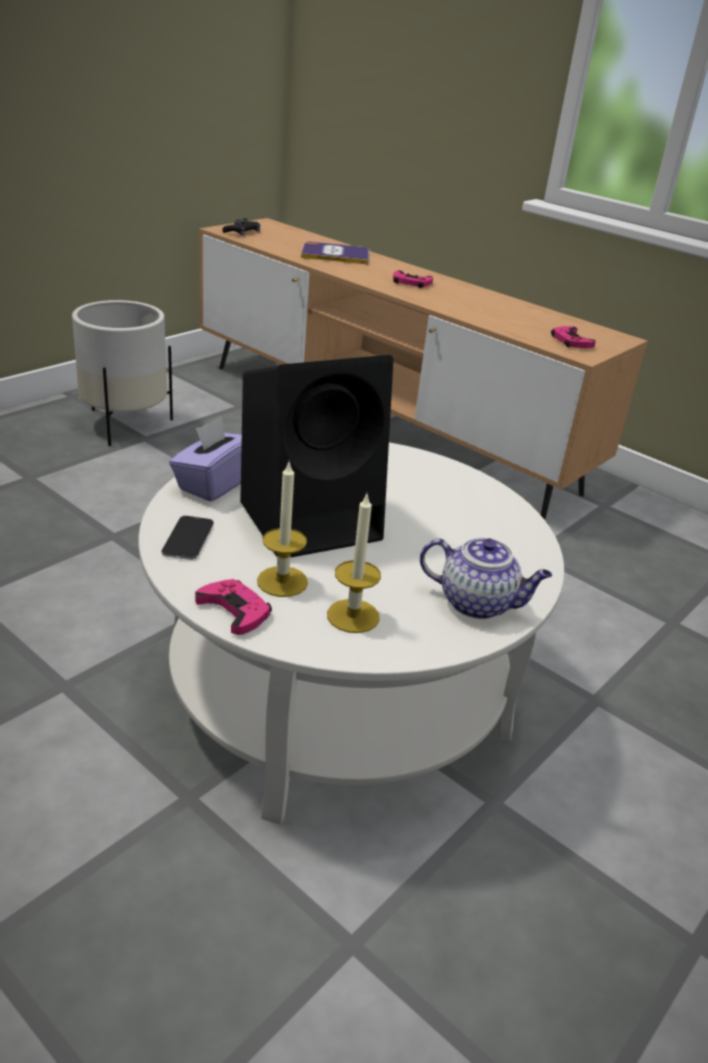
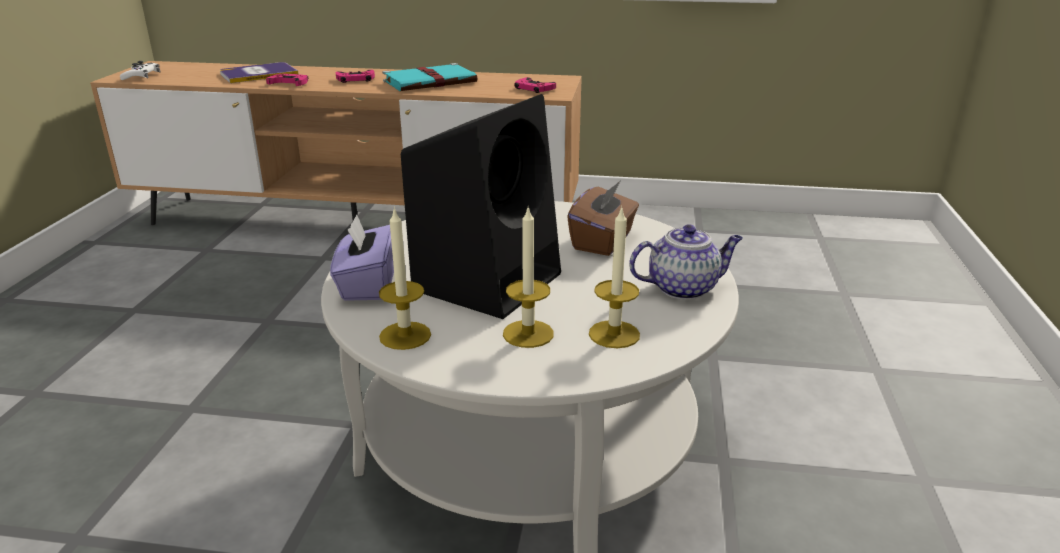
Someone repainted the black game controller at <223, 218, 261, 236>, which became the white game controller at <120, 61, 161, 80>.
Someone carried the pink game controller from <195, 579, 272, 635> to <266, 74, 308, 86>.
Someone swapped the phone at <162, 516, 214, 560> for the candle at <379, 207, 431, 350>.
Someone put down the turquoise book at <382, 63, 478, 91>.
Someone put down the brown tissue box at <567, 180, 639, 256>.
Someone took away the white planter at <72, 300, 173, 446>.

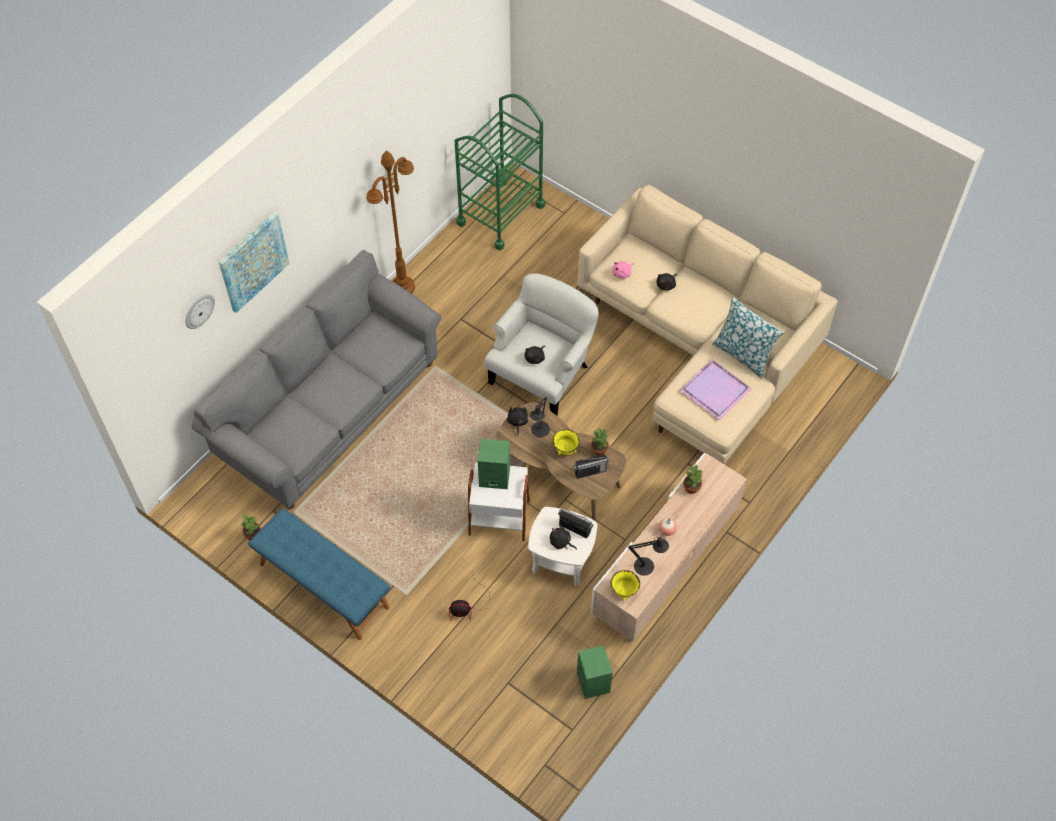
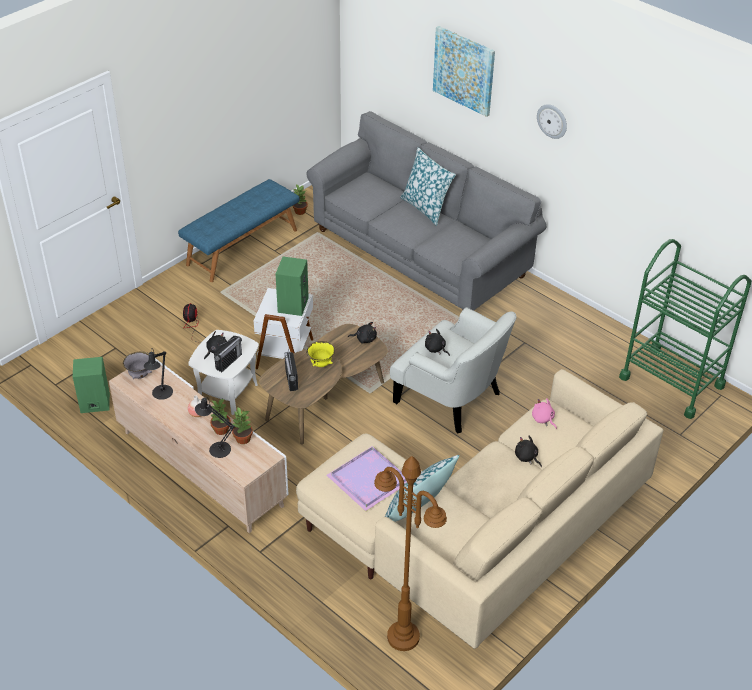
Someone repainted the yellow bowl at <610, 570, 640, 601>, which became the grey bowl at <123, 351, 152, 379>.
Someone carried the black table lamp from <530, 397, 550, 437> to <195, 397, 235, 458>.
Someone carried the potted plant from <591, 427, 609, 456> to <210, 399, 231, 435>.
Someone carried the brown floor lamp from <366, 150, 415, 294> to <374, 456, 447, 651>.
Someone put down the pillow at <400, 147, 456, 226>.
Someone carried the wall clock from <185, 294, 215, 329> to <537, 104, 567, 139>.

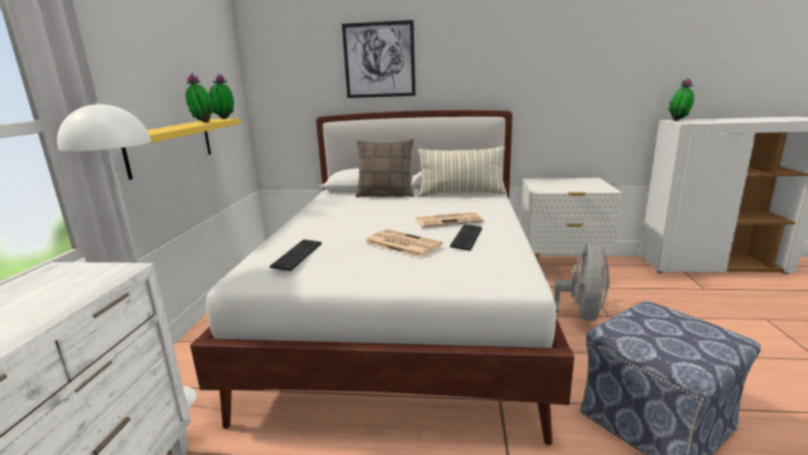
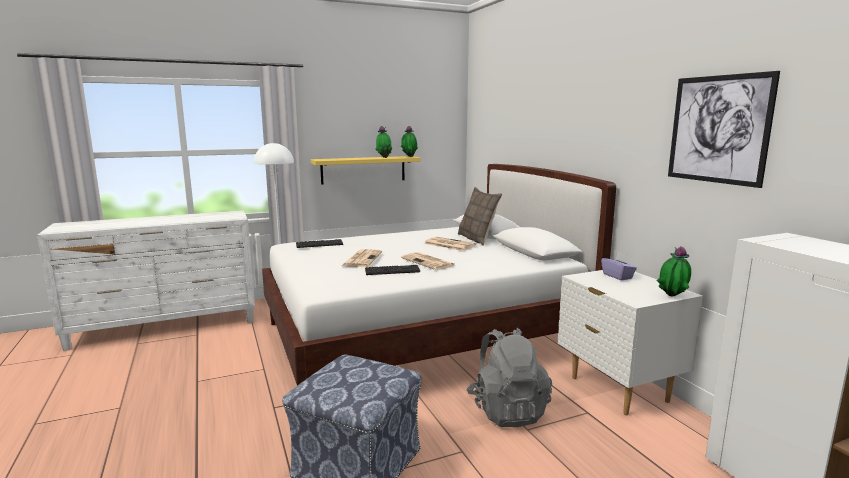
Someone put down the newspaper at <424, 237, 476, 251>.
Someone swapped the grey fan at <543, 243, 610, 321> for the grey backpack at <466, 328, 552, 427>.
Someone put down the purple tissue box at <601, 252, 637, 280>.
Someone carried the potted plant from <668, 78, 694, 121> to <657, 246, 691, 297>.
Someone carried the picture from <342, 20, 416, 98> to <668, 71, 780, 188>.
Someone took away the pillow at <418, 146, 507, 197>.

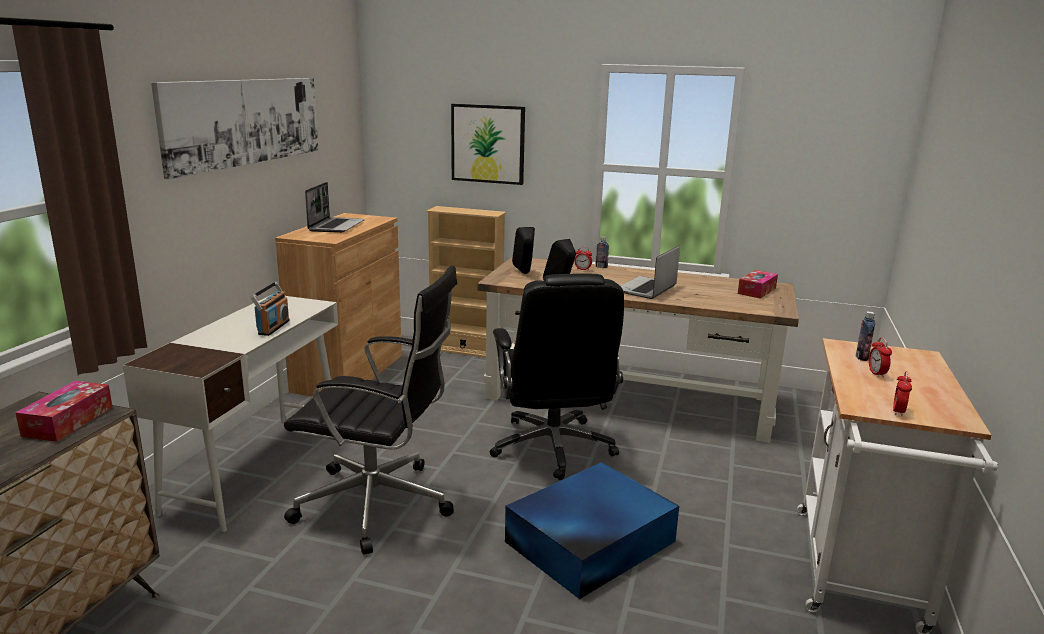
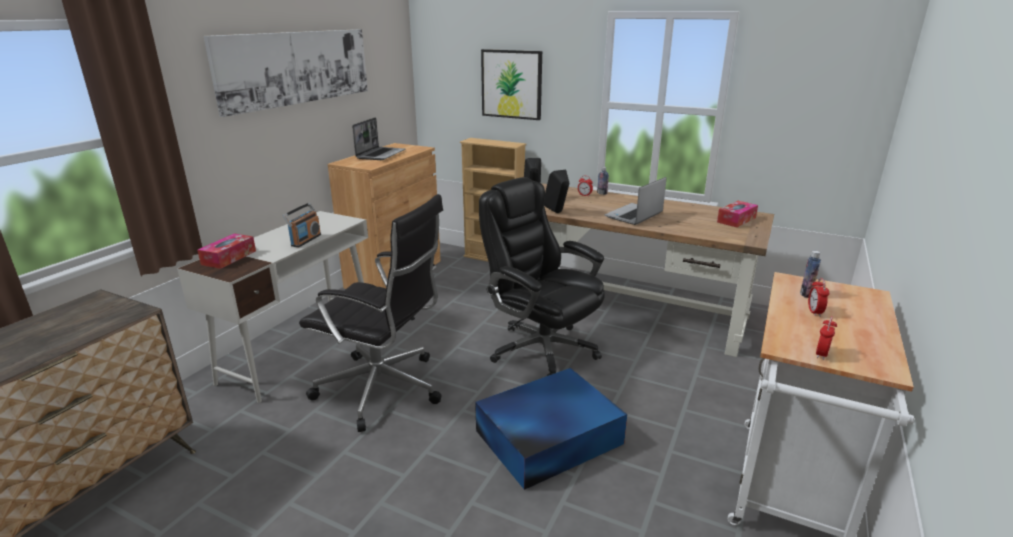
Someone carried the tissue box from <15, 381, 113, 442> to <197, 234, 256, 269>.
Someone rotated the black office chair at <490, 274, 624, 480> by 135 degrees clockwise.

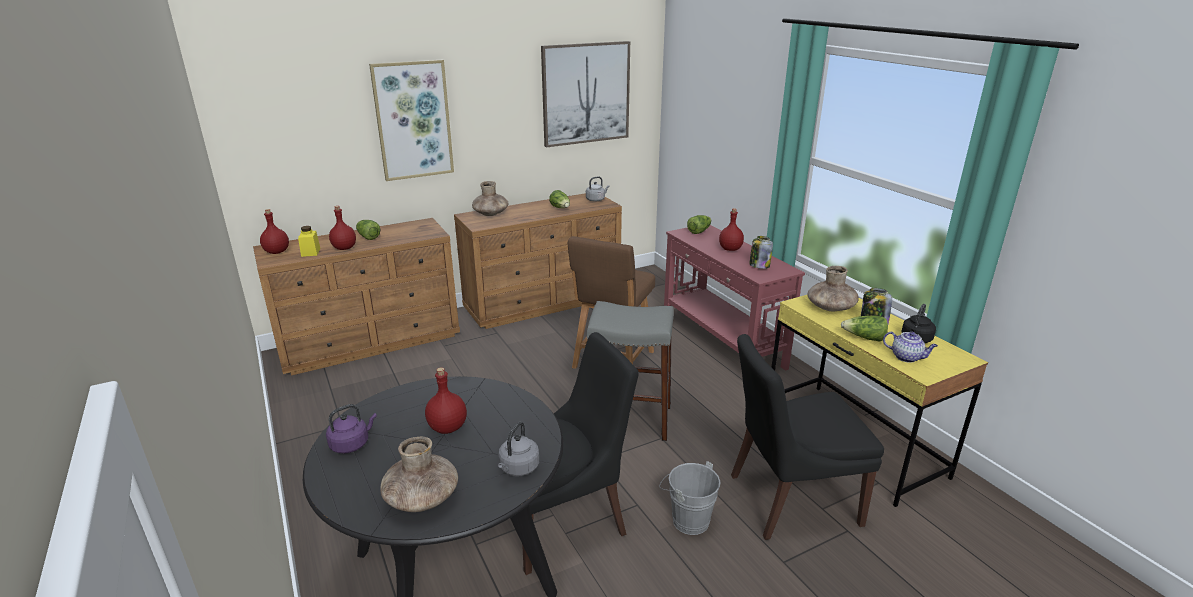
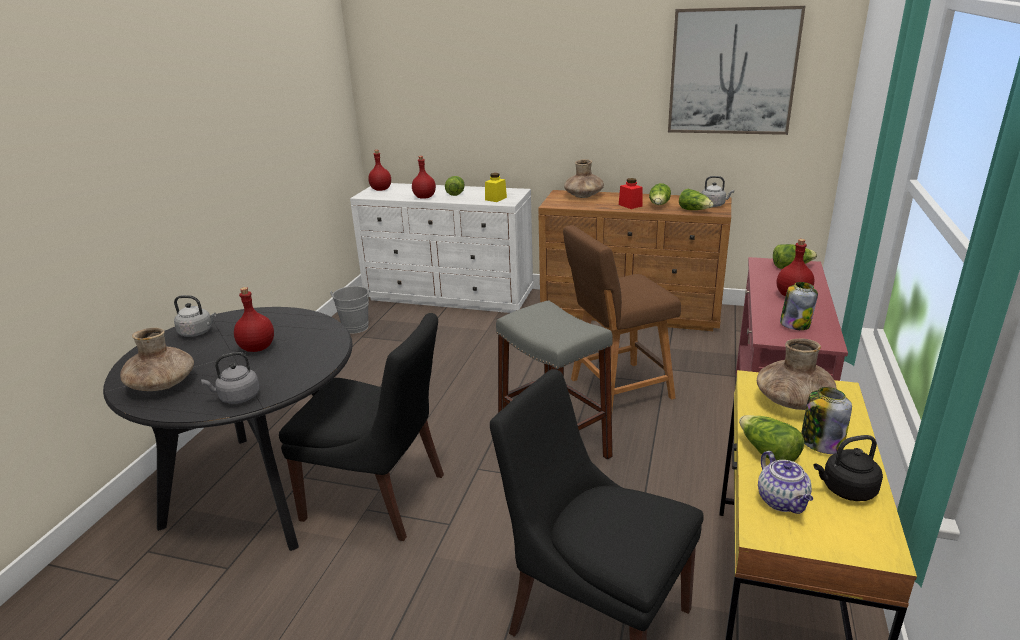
Someone repainted the purple kettle at <326, 404, 377, 453>, which became the grey kettle at <174, 295, 216, 337>.
Someone carried the grey bucket from <659, 461, 720, 535> to <330, 286, 370, 334>.
Someone repainted the brown dresser at <253, 218, 460, 376>, which became the white dresser at <350, 183, 534, 313>.
Someone carried the yellow jar from <298, 226, 321, 257> to <485, 173, 507, 202>.
Someone put down the red jar at <619, 178, 643, 209>.
Someone put down the lettuce at <679, 189, 714, 210>.
Someone took away the picture at <369, 60, 454, 181>.

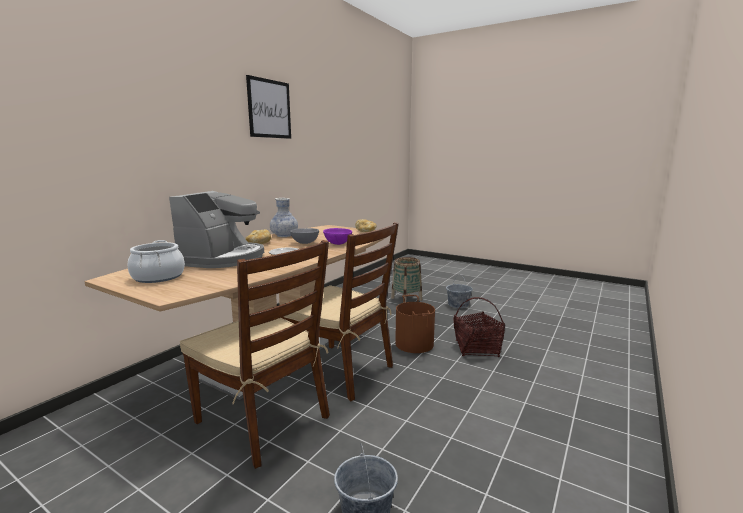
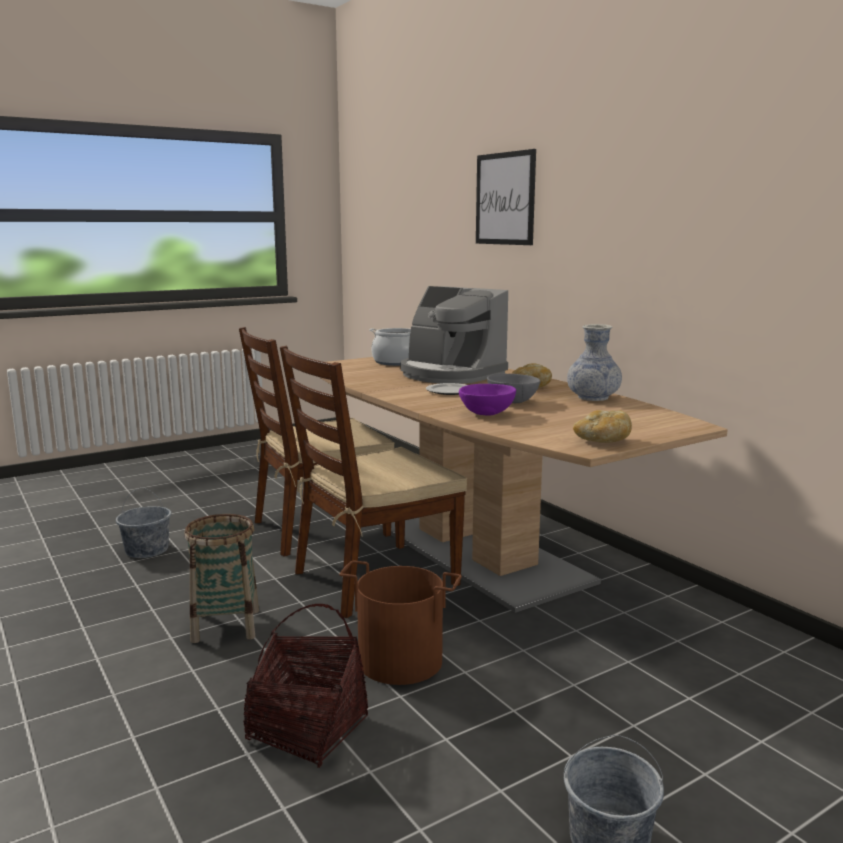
Someone carried the basket from <391, 257, 422, 303> to <184, 514, 259, 643>.
Someone carried the picture from <246, 75, 291, 139> to <476, 149, 536, 245>.

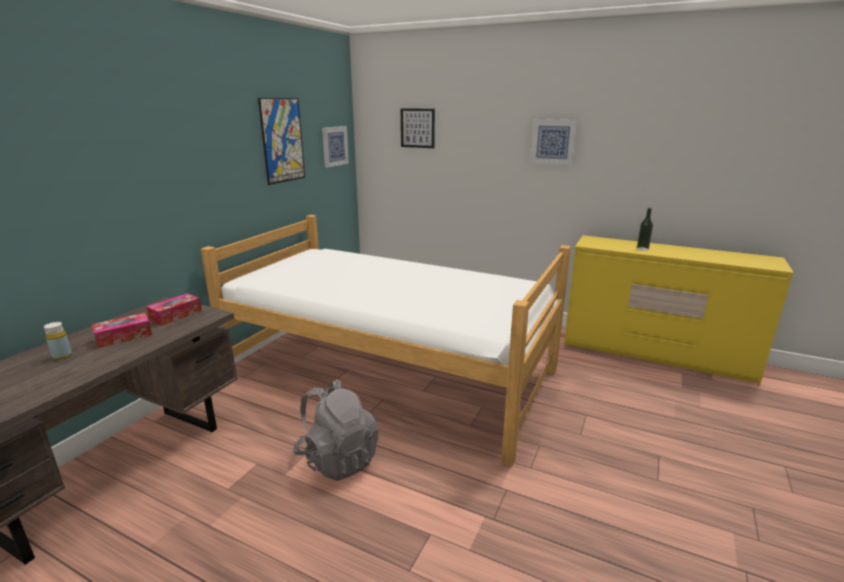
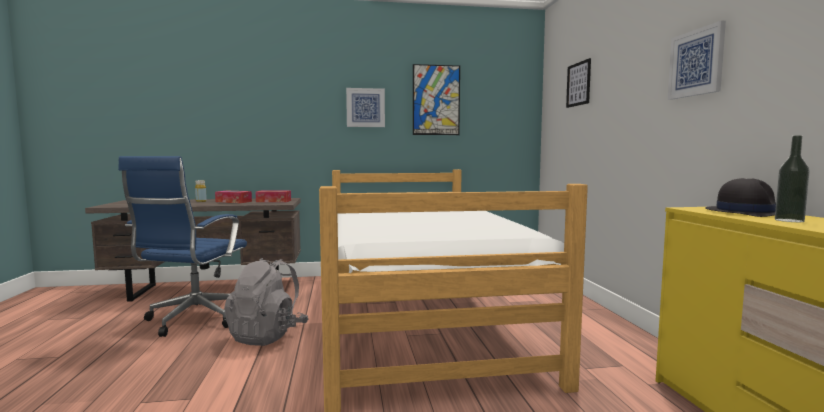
Someone put down the blue office chair at <118, 156, 247, 337>.
Someone carried the picture from <322, 126, 349, 168> to <346, 88, 385, 127>.
Someone put down the black hat at <705, 178, 776, 217>.

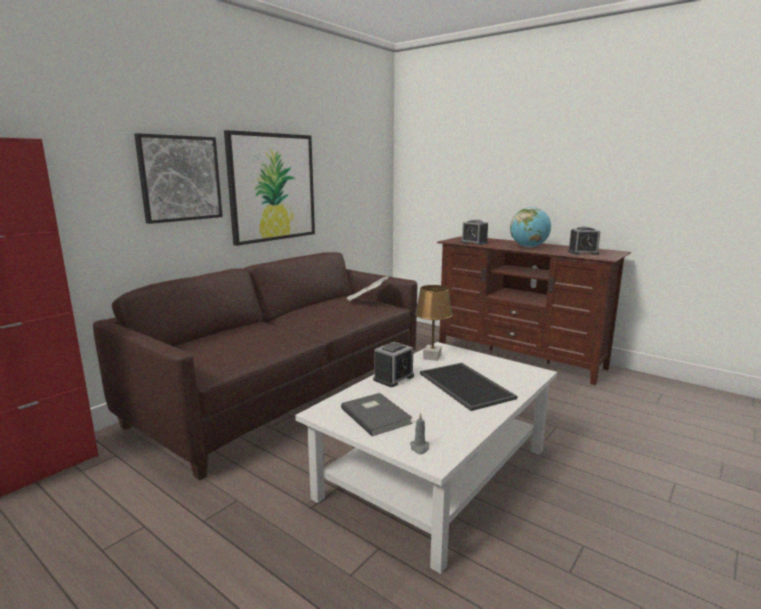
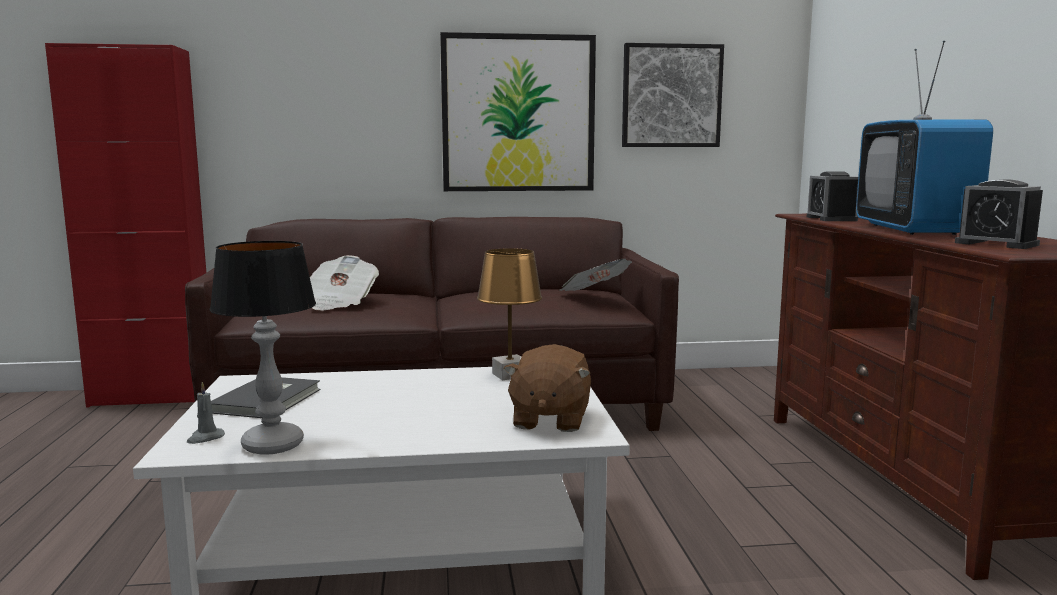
Someone put down the table lamp at <210, 241, 316, 455>.
Someone put down the newspaper at <310, 255, 379, 310>.
Someone put down the brown plush toy at <504, 344, 591, 432>.
Someone carried the picture from <134, 133, 223, 224> to <622, 43, 724, 147>.
Someone swapped the globe at <510, 207, 551, 247> for the television at <856, 40, 993, 235>.
Someone took away the alarm clock at <373, 342, 414, 387>.
Someone took away the tray at <420, 363, 517, 411>.

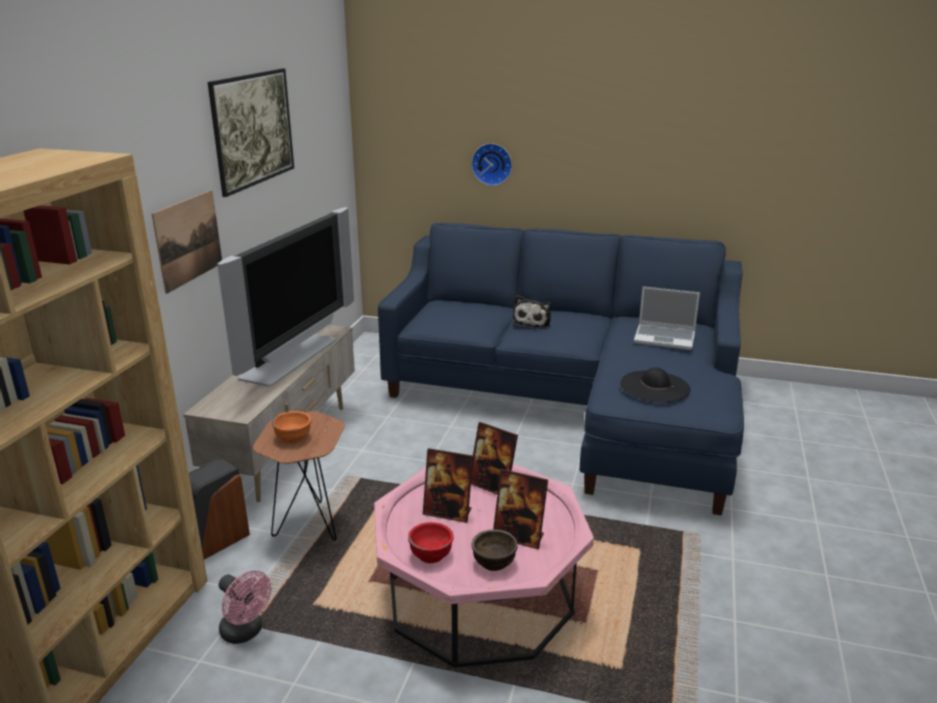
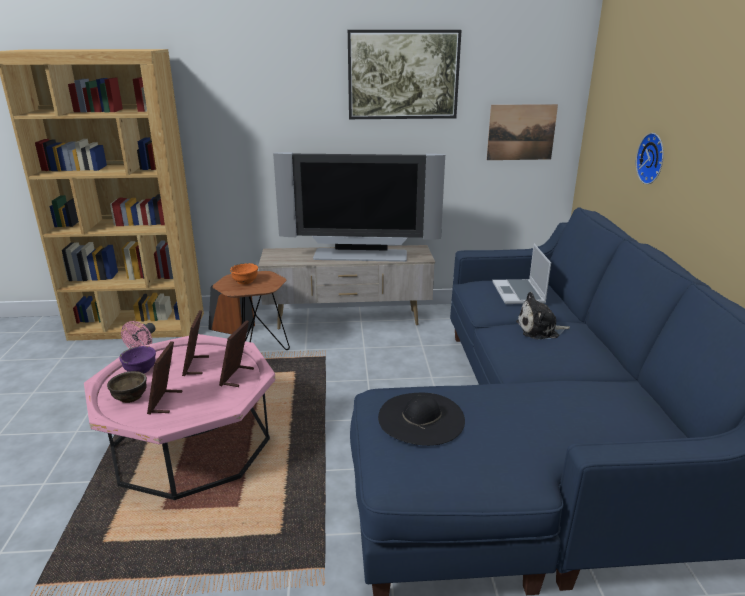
Someone repainted the red bowl at <408, 522, 454, 563>, which became the purple bowl at <119, 346, 156, 373>.
Someone carried the picture from <152, 190, 222, 294> to <487, 104, 558, 160>.
Someone carried the laptop from <634, 286, 700, 350> to <492, 244, 551, 304>.

